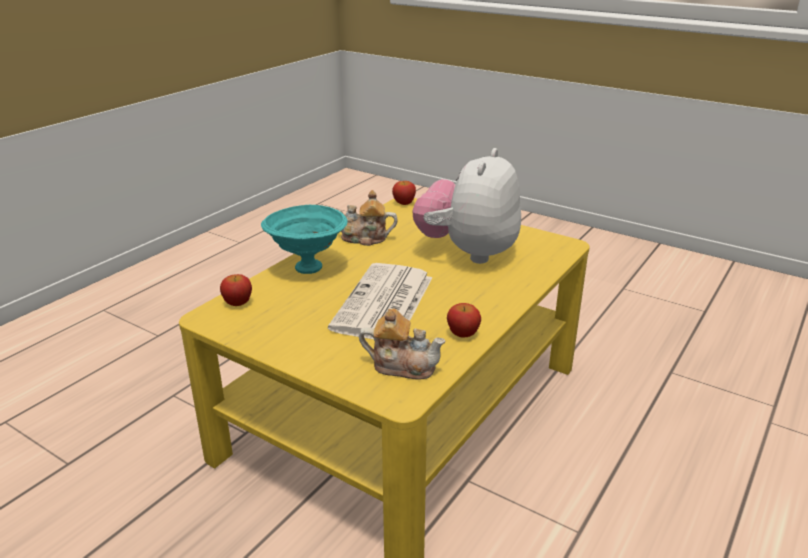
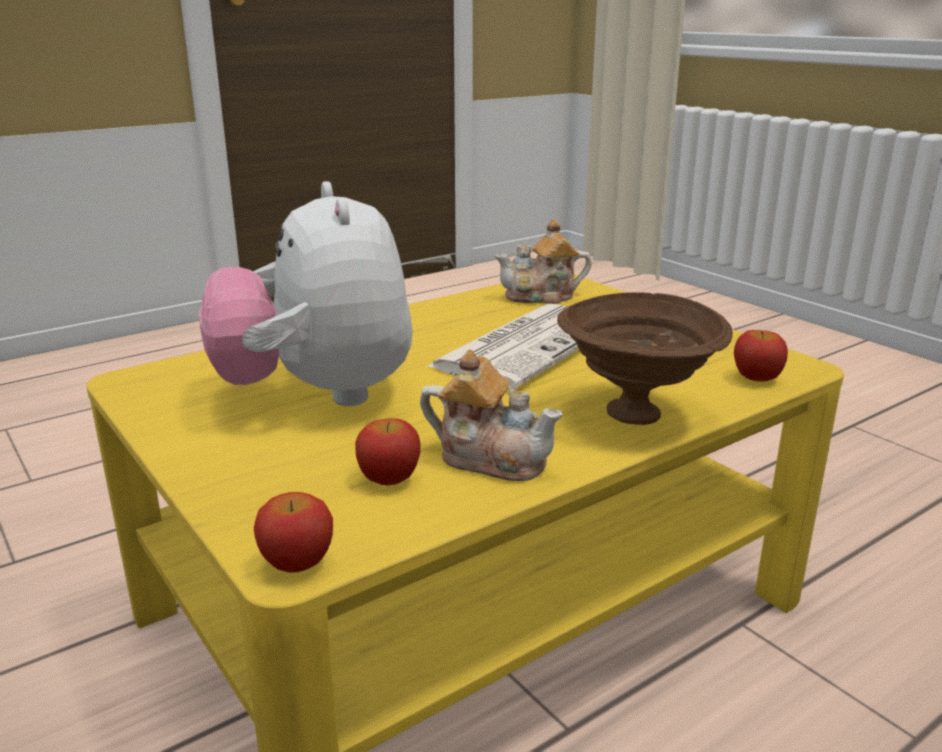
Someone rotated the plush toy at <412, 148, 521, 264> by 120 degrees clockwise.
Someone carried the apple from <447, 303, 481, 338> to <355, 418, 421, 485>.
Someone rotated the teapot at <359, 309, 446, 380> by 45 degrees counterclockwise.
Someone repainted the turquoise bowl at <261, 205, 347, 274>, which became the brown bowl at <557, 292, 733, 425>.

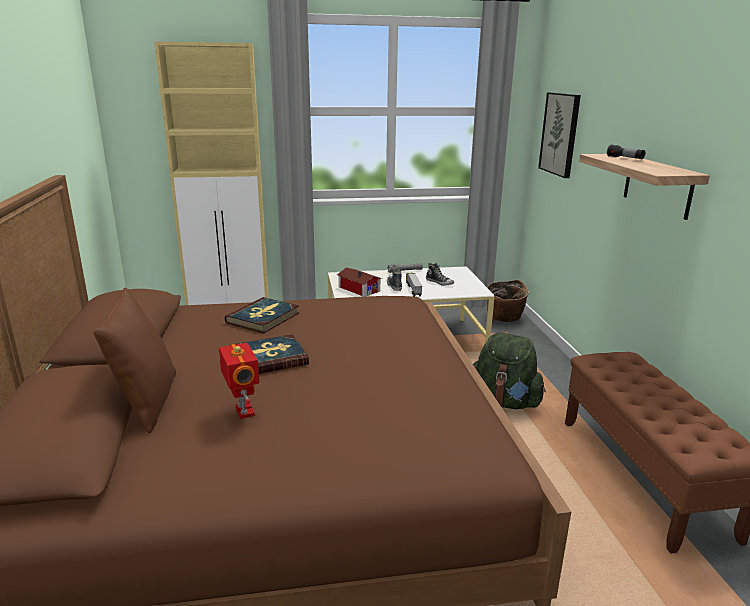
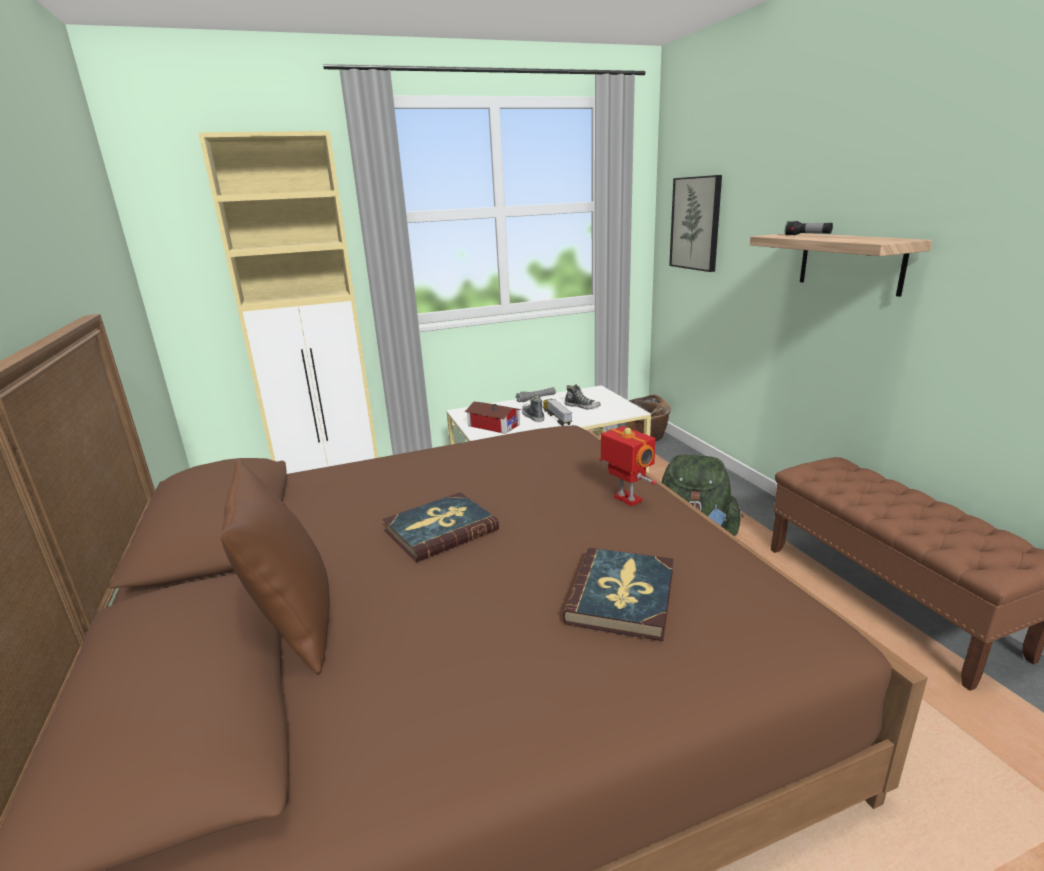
Someone carried the book from <225, 297, 299, 333> to <563, 548, 674, 641>.
Someone carried the toy robot from <219, 343, 259, 419> to <599, 426, 656, 506>.

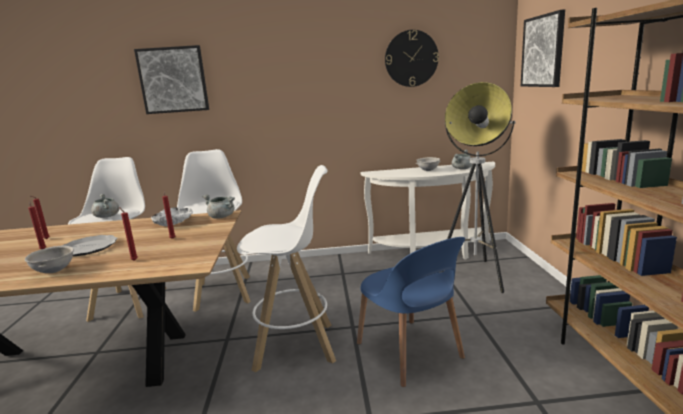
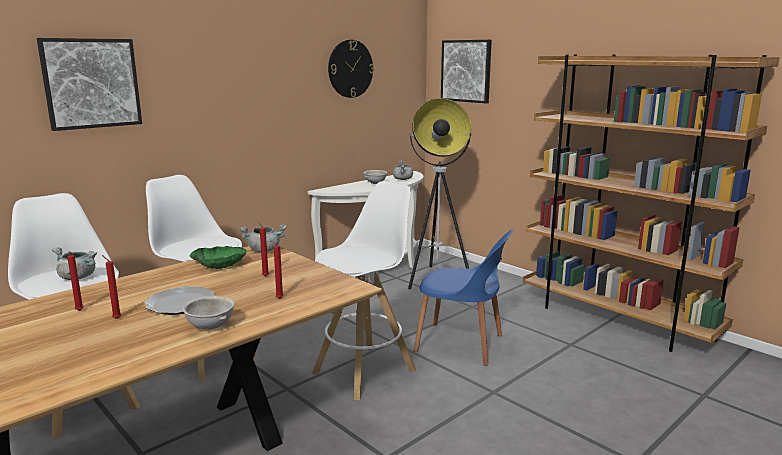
Someone repainted the white bowl at <151, 208, 193, 226>, which became the green bowl at <190, 246, 246, 269>.

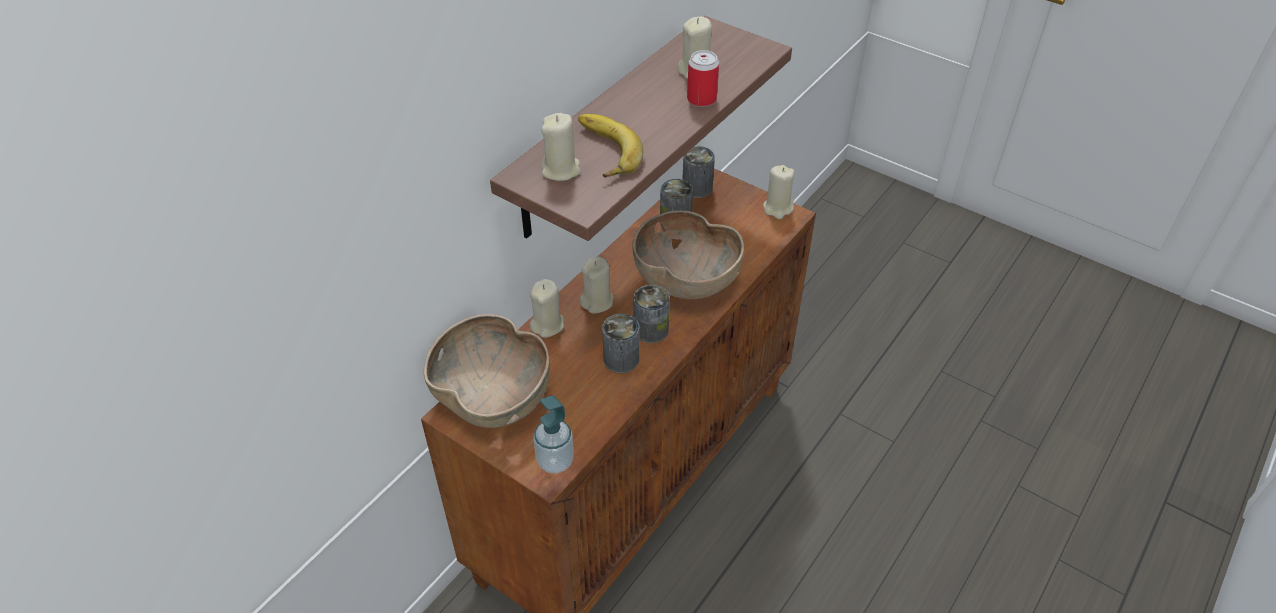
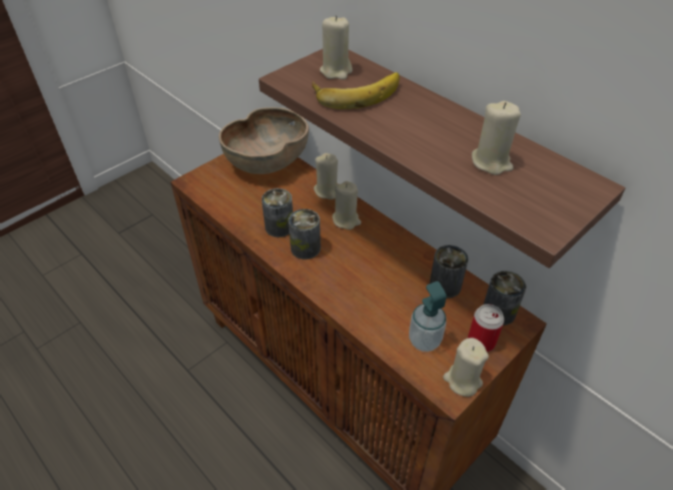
Someone carried the soap dispenser from <534, 395, 574, 474> to <409, 281, 446, 352>.
Someone carried the can from <687, 50, 719, 107> to <468, 304, 504, 352>.
Someone took away the brown bowl at <632, 210, 744, 299>.

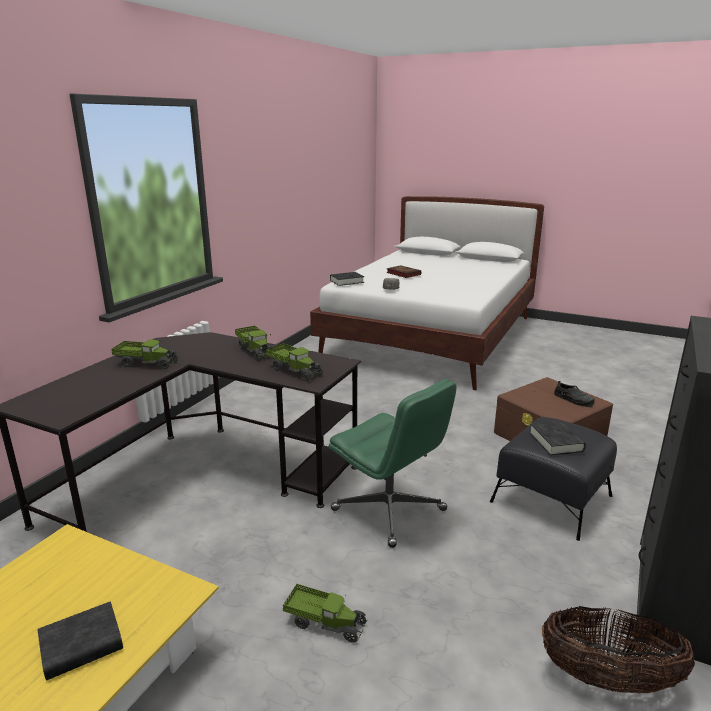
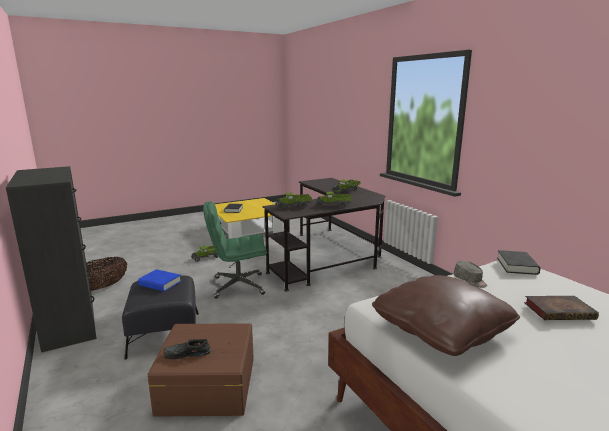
Someone repainted the black book at <529, 421, 586, 455>, which became the blue book at <138, 269, 181, 292>.
Someone put down the brown pillow at <372, 275, 520, 356>.

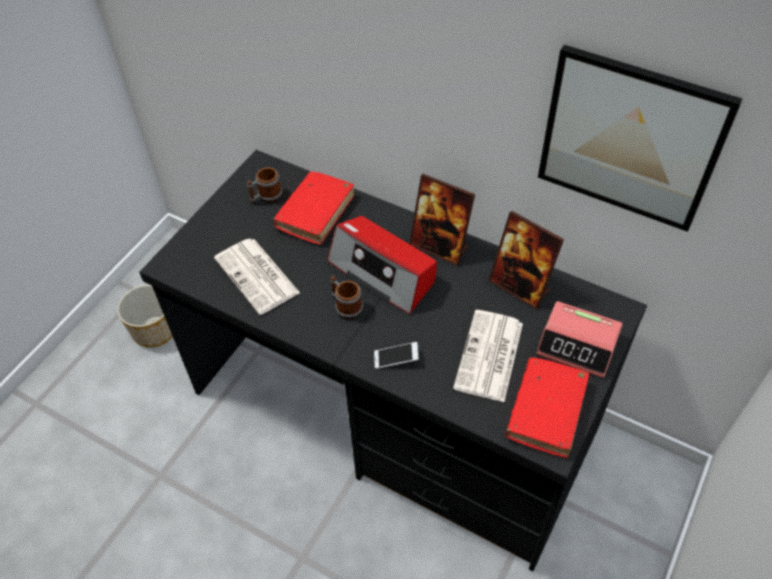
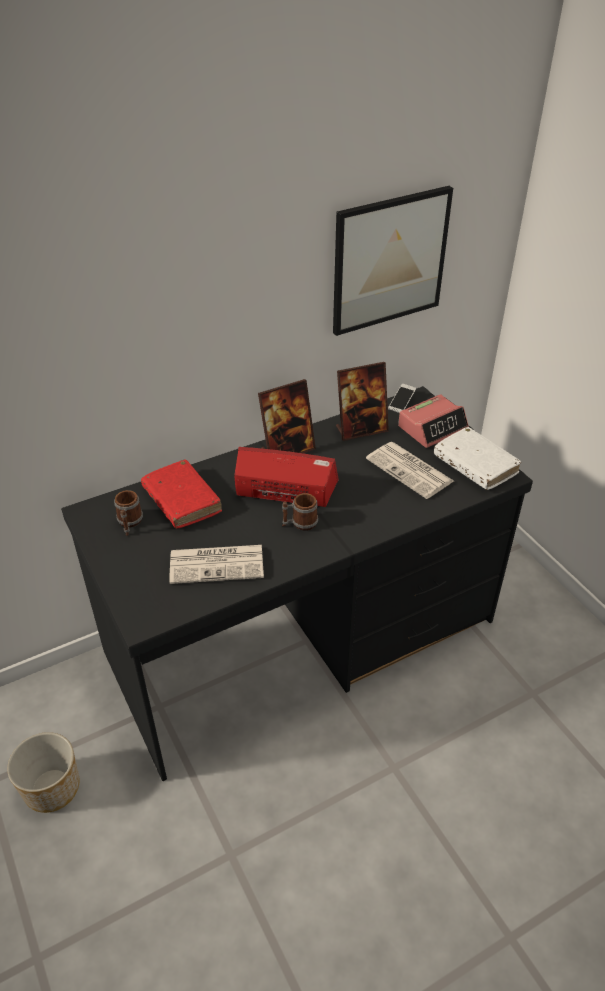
Someone rotated the radio at <327, 216, 437, 314> by 150 degrees counterclockwise.
Someone carried the phone from <374, 342, 419, 369> to <388, 384, 416, 413>.
Someone repainted the red book at <506, 357, 589, 458>, which became the white book at <434, 427, 521, 490>.

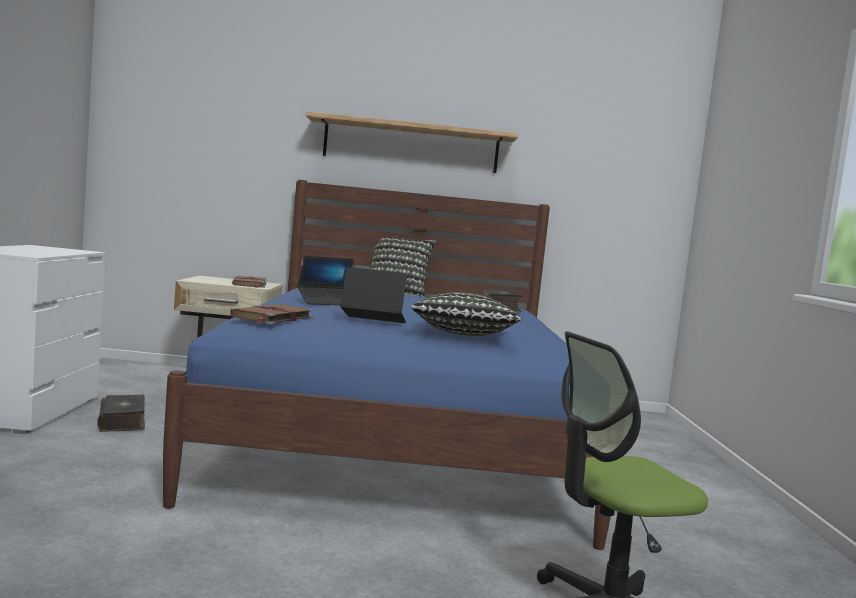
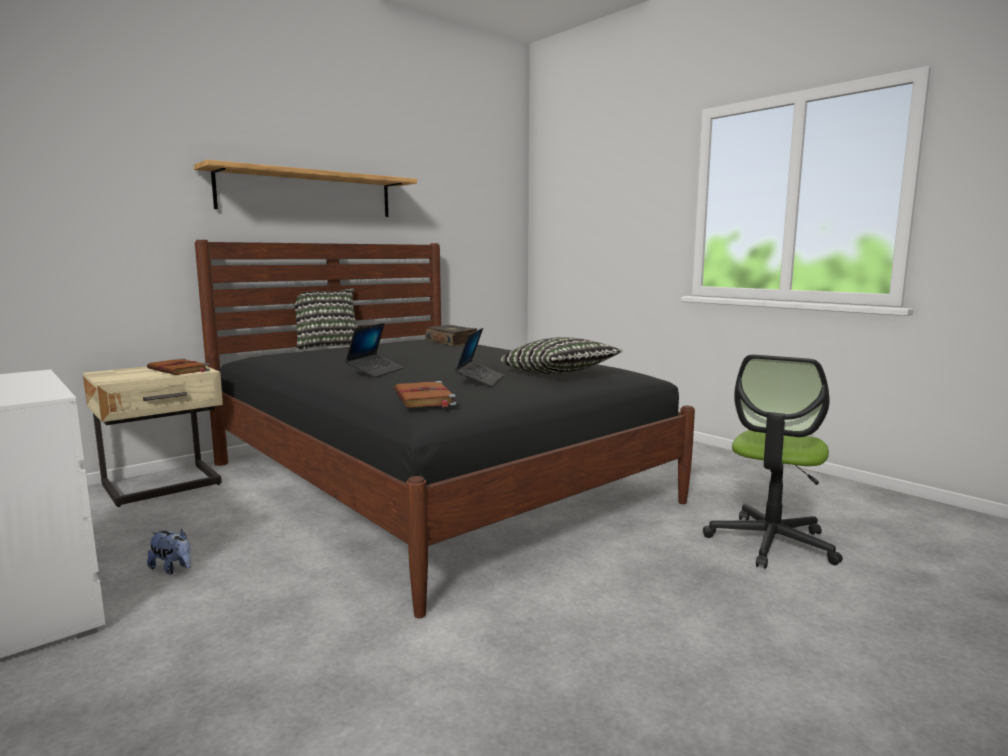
Someone swapped the book at <97, 395, 145, 432> for the plush toy at <147, 529, 191, 574>.
Someone repainted the blue bed at <163, 180, 611, 550>, which became the black bed at <195, 240, 695, 618>.
Someone rotated the laptop at <340, 267, 407, 323> by 135 degrees clockwise.

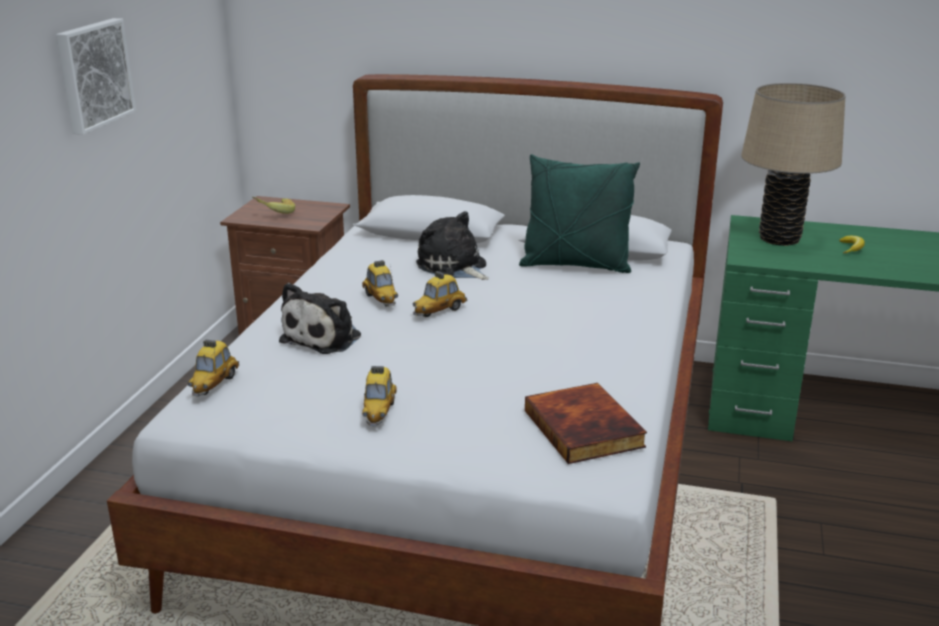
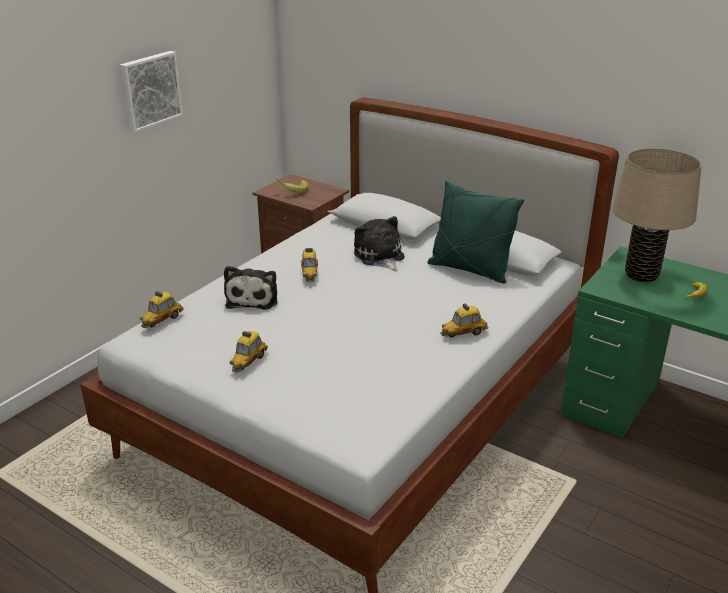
Someone rotated the plush toy at <279, 283, 361, 354> by 45 degrees counterclockwise.
Someone carried the toy car from <413, 271, 468, 317> to <441, 303, 489, 337>.
Someone took away the book at <525, 383, 647, 464>.

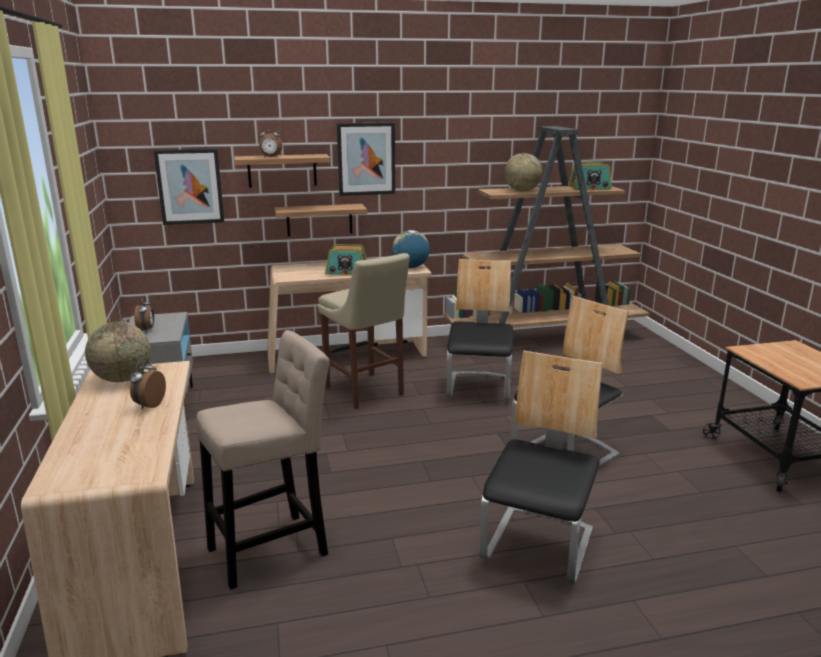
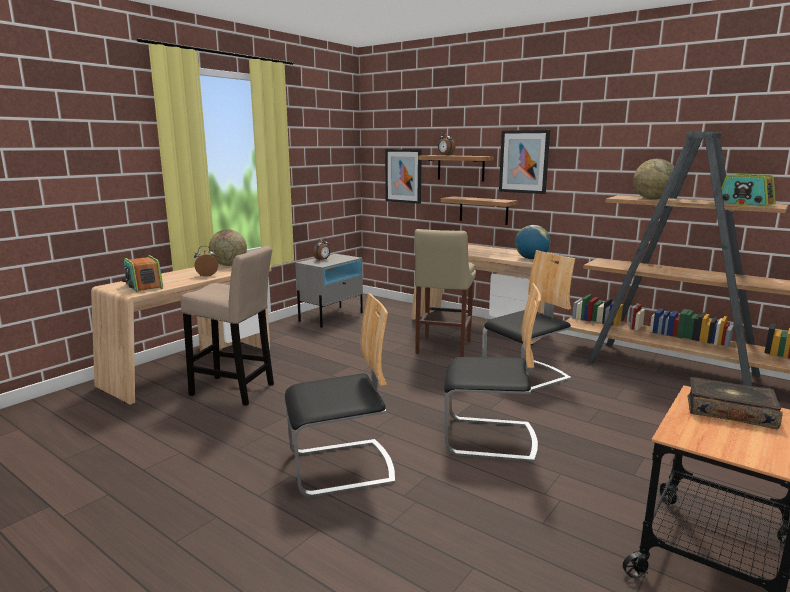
Someone carried the radio from <325, 244, 367, 275> to <122, 255, 163, 292>.
Someone put down the book at <687, 377, 782, 429>.

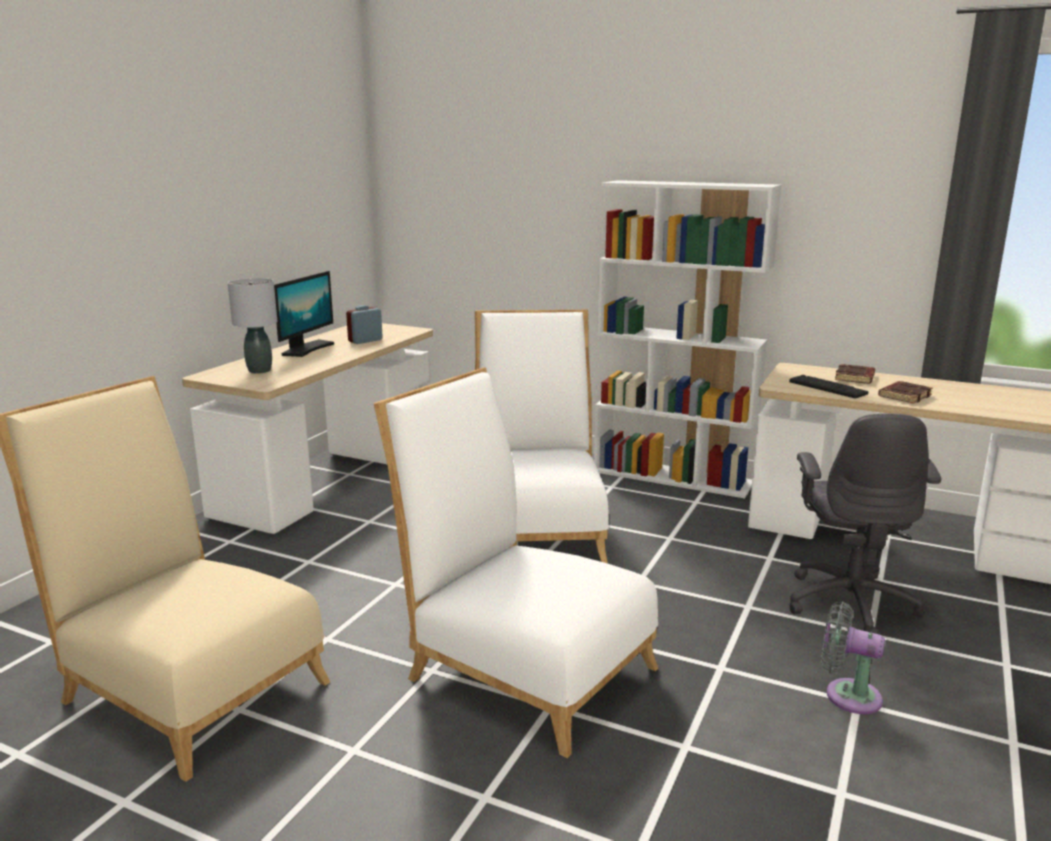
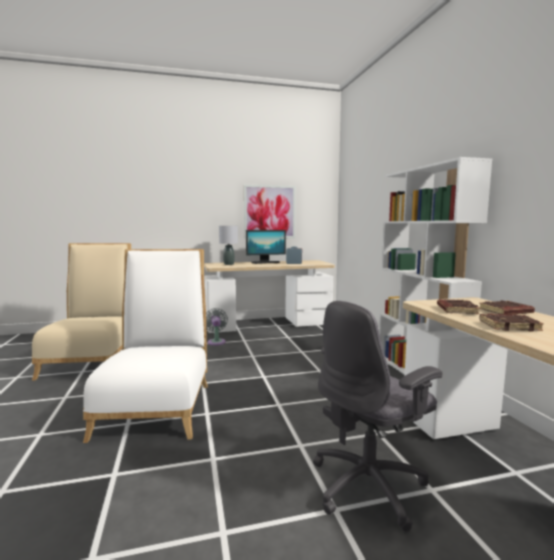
Someone carried the grey fan from <821, 602, 885, 714> to <206, 308, 228, 346>.
Someone put up the picture at <244, 185, 296, 239>.
Someone swapped the keyboard at <789, 375, 869, 399> for the brown book at <437, 299, 480, 314>.
Someone took away the white chair at <475, 310, 609, 563>.

